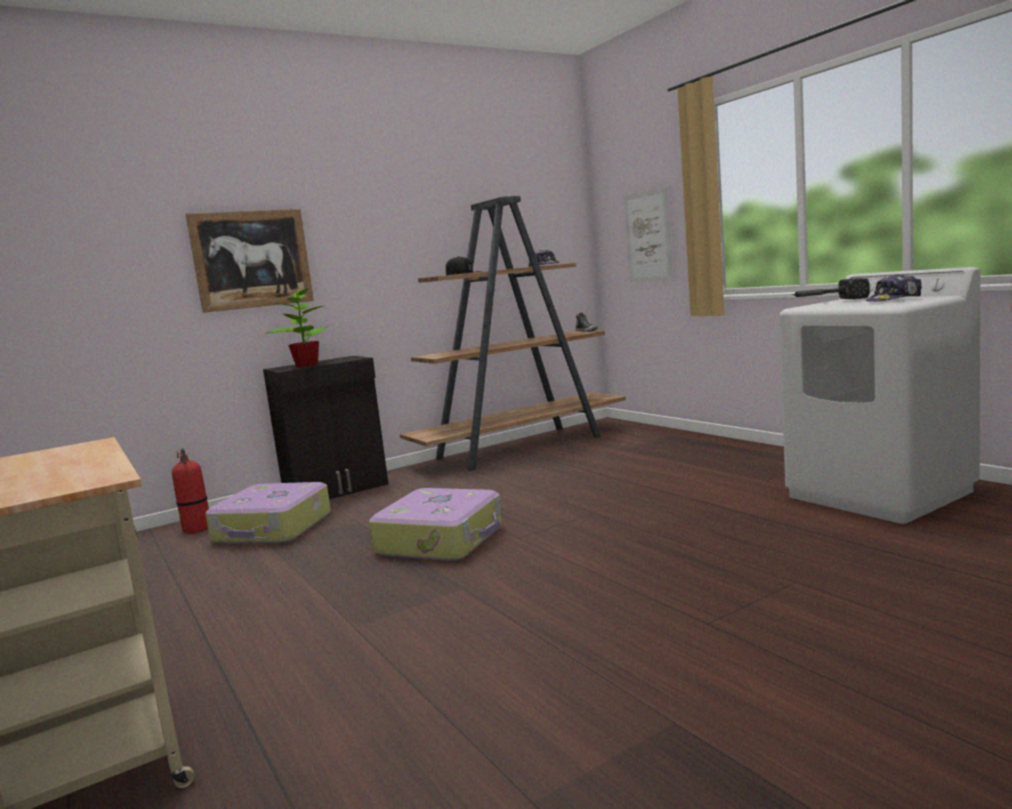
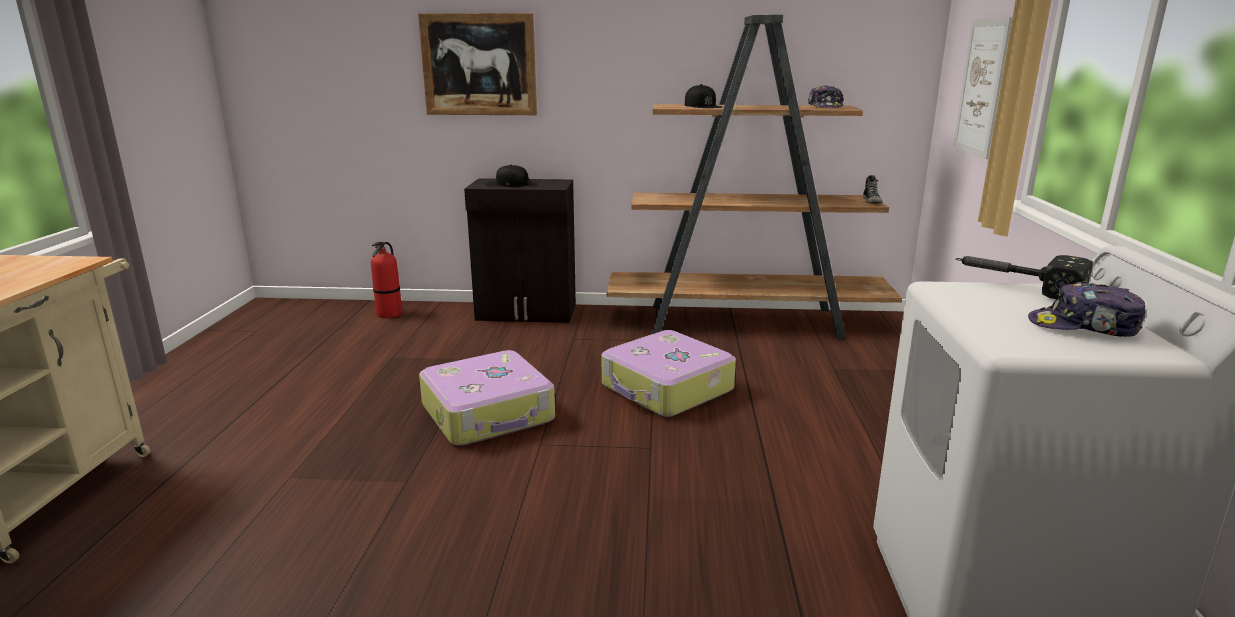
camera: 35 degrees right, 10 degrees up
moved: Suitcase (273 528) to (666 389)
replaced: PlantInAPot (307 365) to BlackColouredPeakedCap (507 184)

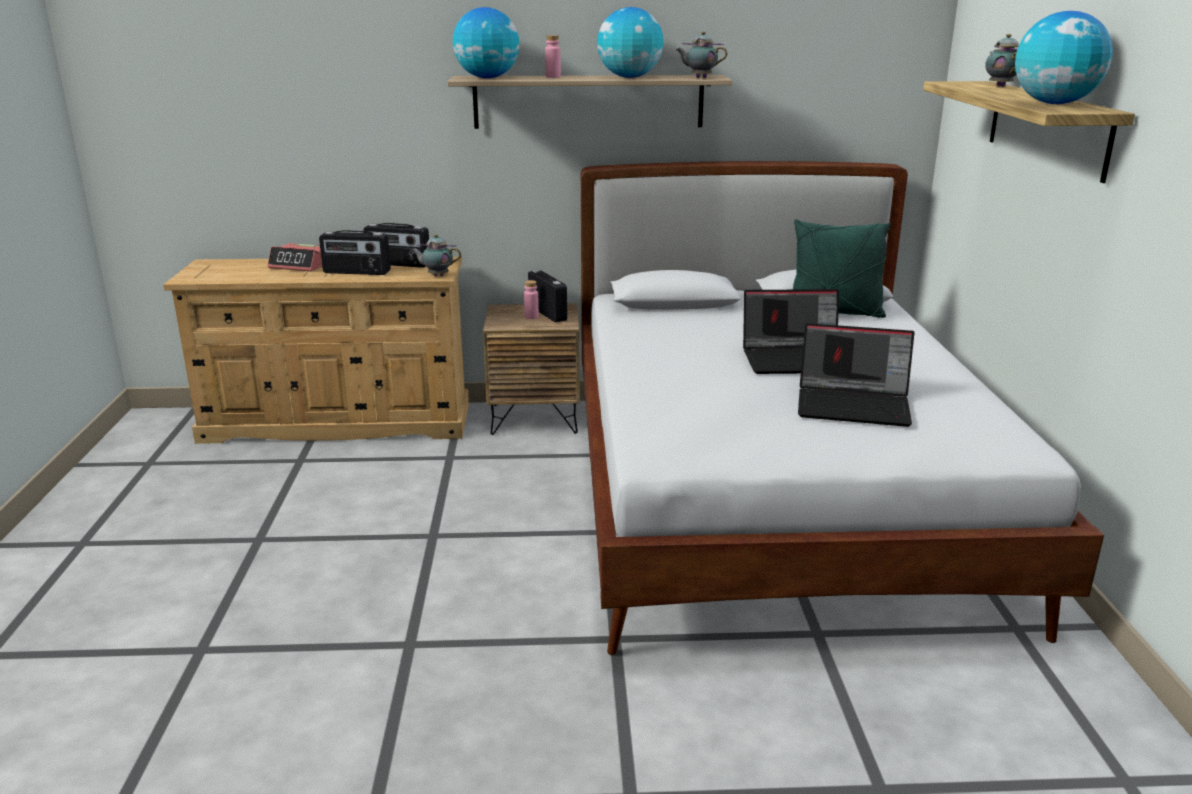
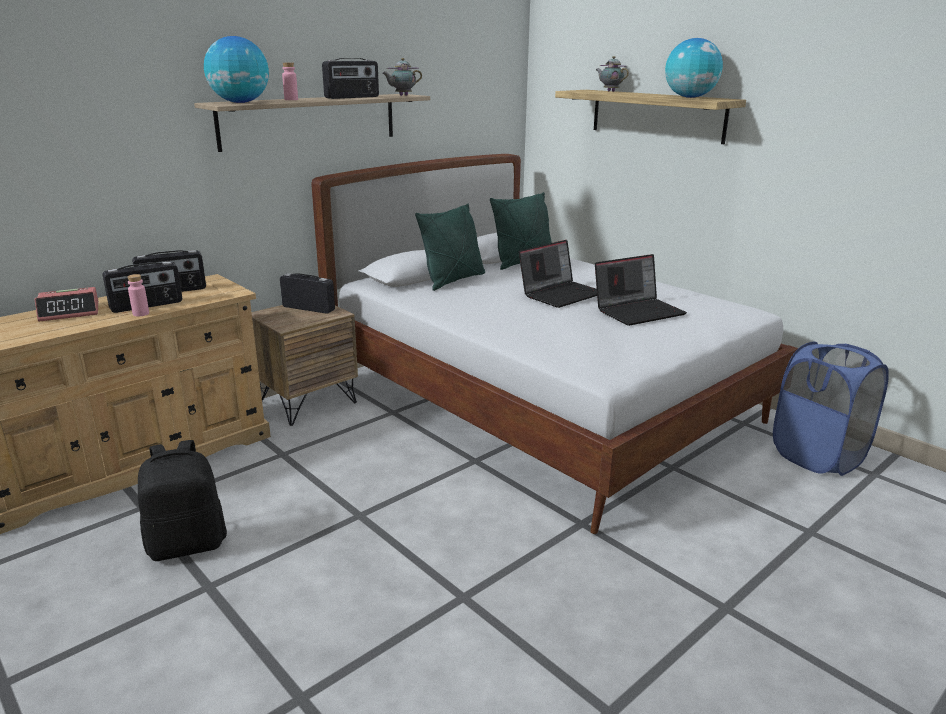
camera: 40 degrees left, 0 degrees up
removed: Teapot (437 275)
added: GreenishCushion (453 280); BluishHamper (817 456); BlackColouredBackpack (187 544)
moved: PinkColouredDrinkBottle (531 316) to (141 314)
replaced: DeskGlobe (630 77) to RadioSet (352 97)

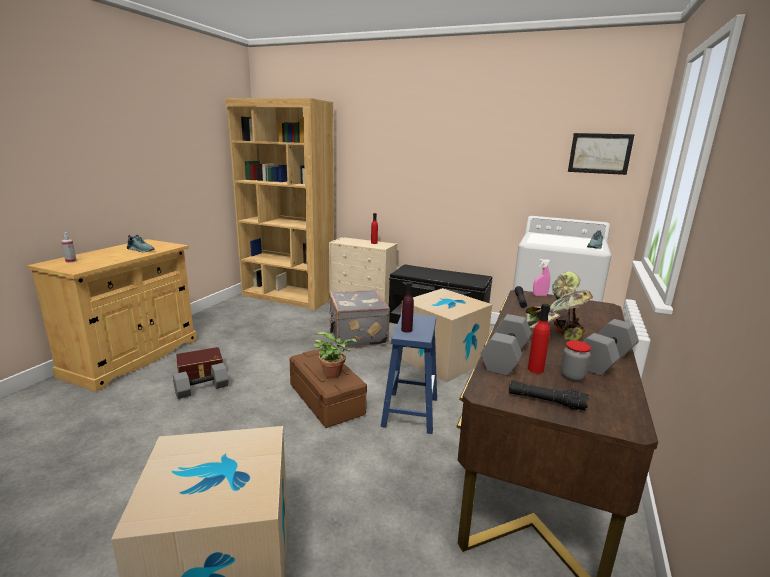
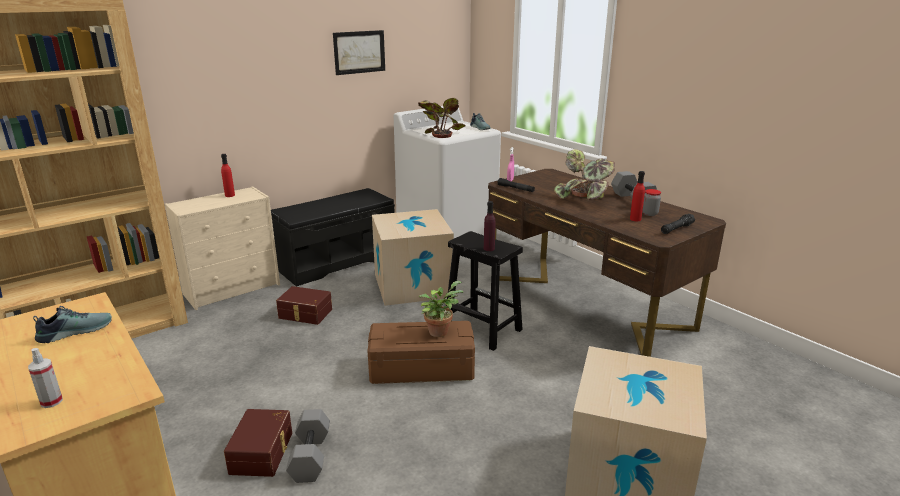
camera: 60 degrees left, 5 degrees up
removed: GrayDumbbell (504 357)
added: PlantInAPot (440 132)
moved: WallPicture (599 153) to (359 52)
replaced: GraySuitcase (356 336) to BrownishStorageContainer (305 314)
recoloured: BluishStoolSeat (410 411) to BlackColouredStoolSeat (481 329)

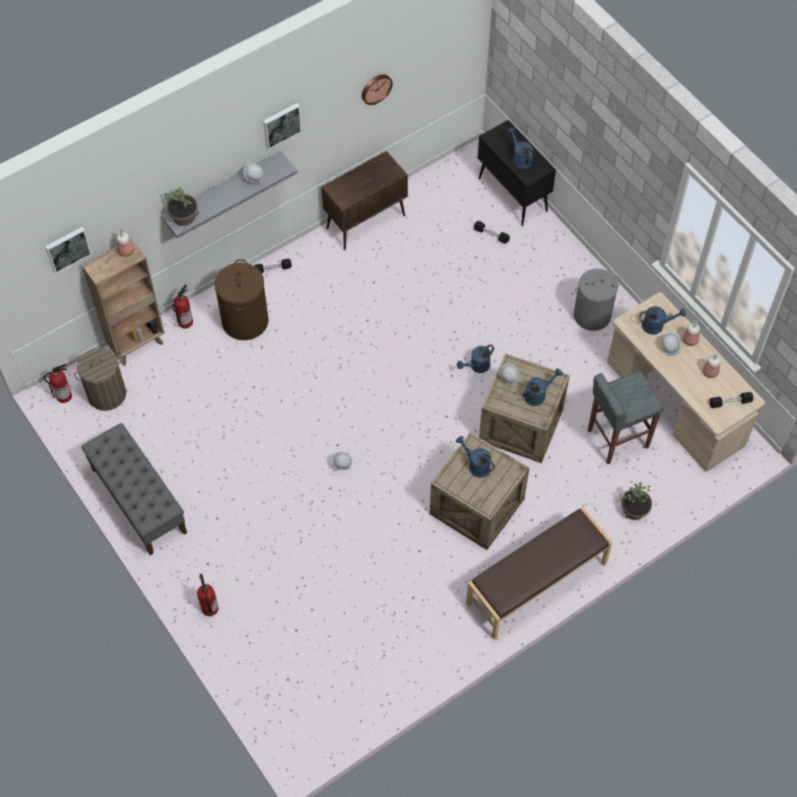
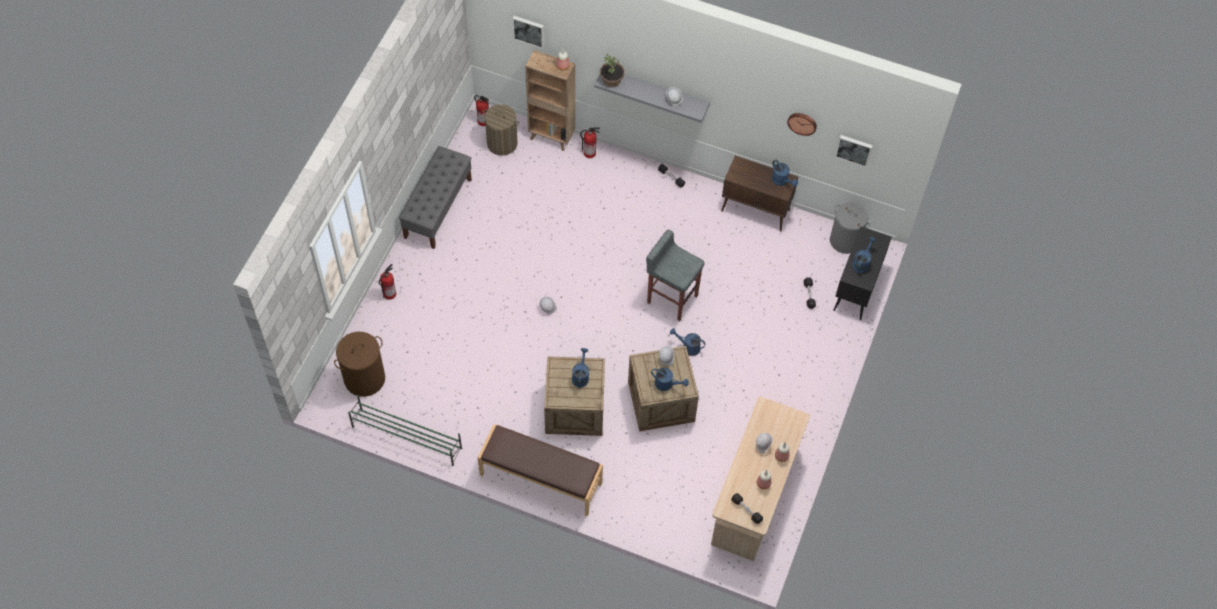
camera: 55 degrees right, 0 degrees up
removed: PlantInAPot (634 510)
added: GreenishShoeRack (406 437)
moved: WallPicture (281 124) to (854 149); BrownishHamper (245 321) to (364 379); GrayHamper (592 315) to (845 241); BluishWateringPot (657 326) to (782 181); GrayStoolSeat (616 438) to (672 298)

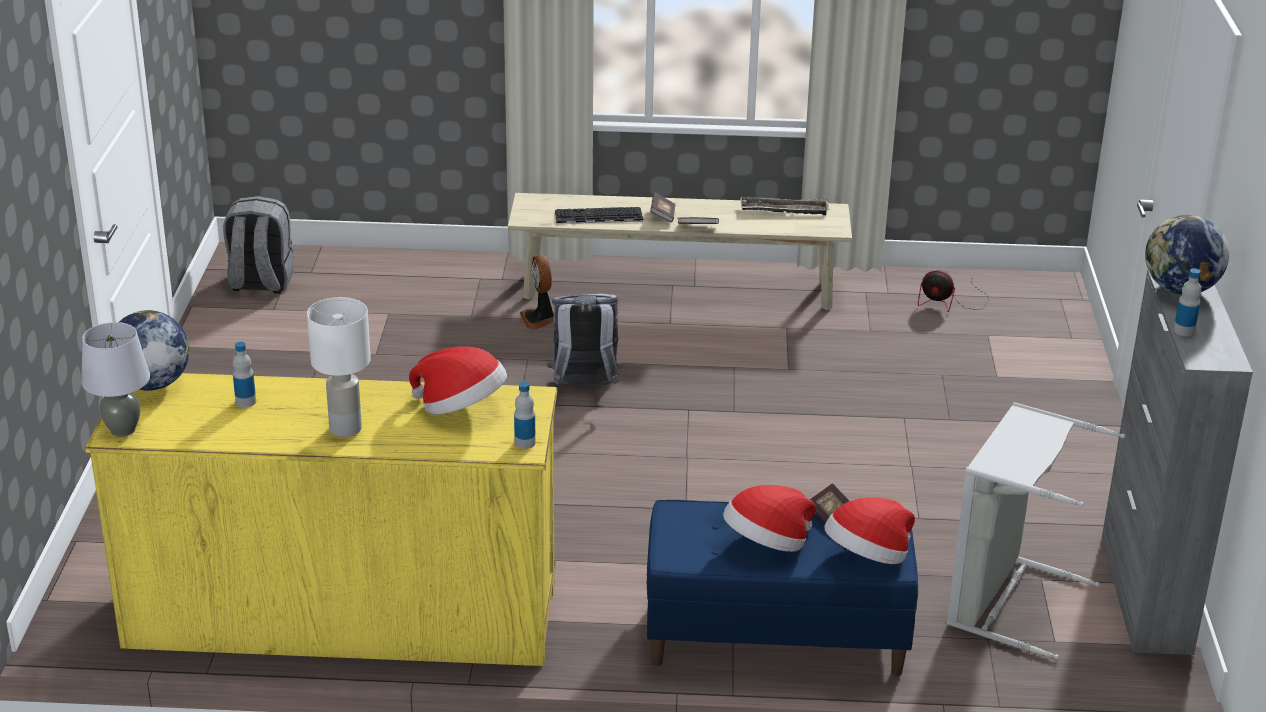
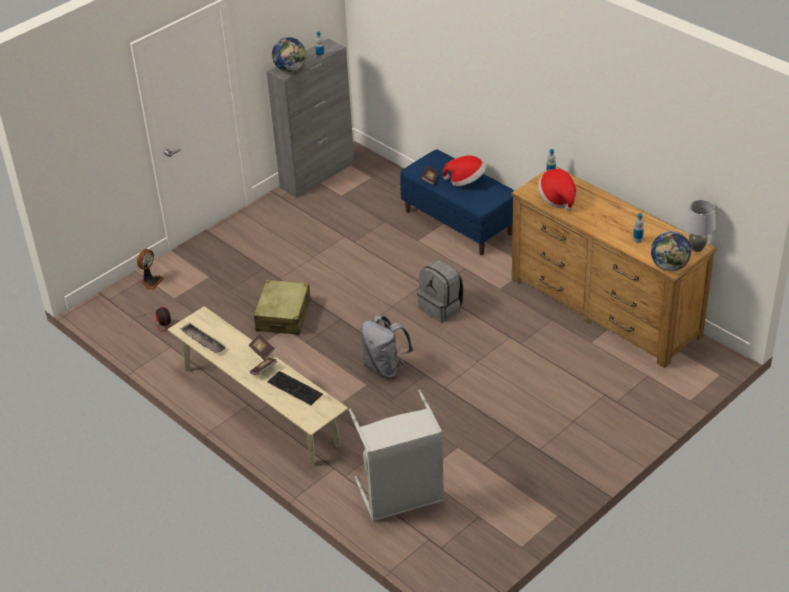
camera: 135 degrees left, 10 degrees up
removed: WhiteColouredTabletopLamp (345 428); ClothingHat (867 558)
added: BeigeColouredSuitcase (283 315)
moved: GrayBackpack (260 283) to (442 308); ElectricFan (539 319) to (151 282); GrayHamper (1006 600) to (401 497)
recoloured: YellowColouredDrawerChest (342 615) to BrownishDrawerChest (604 307)

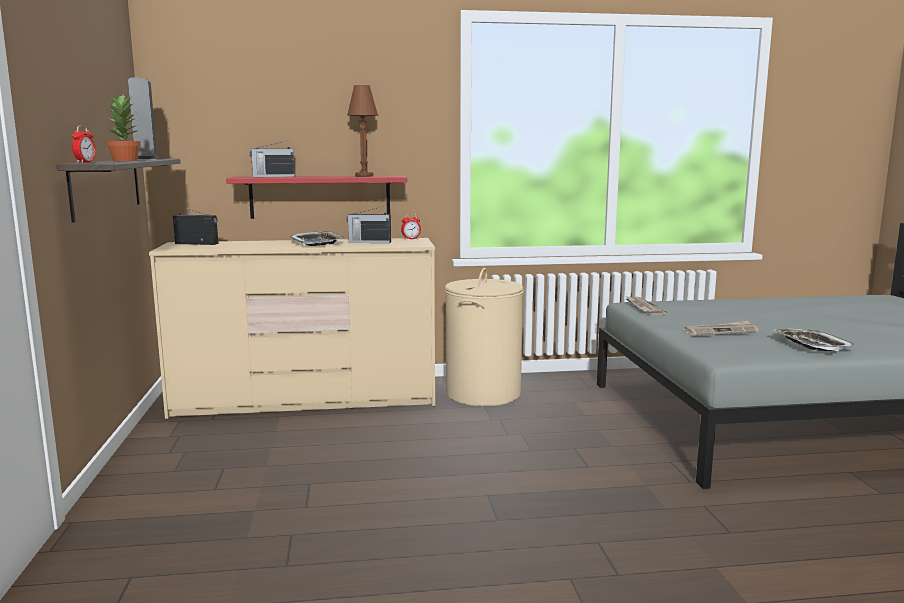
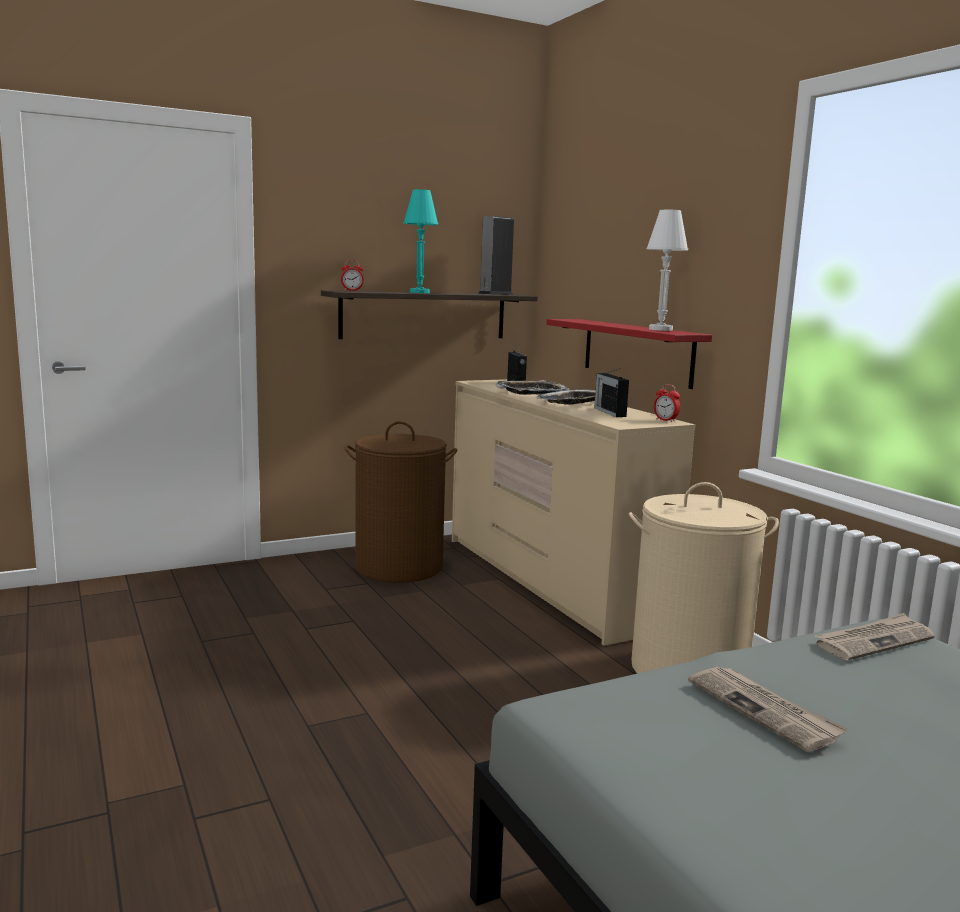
camera: 70 degrees right, 0 degrees up
removed: RadioSet (273 176)
added: BrownishHamper (399 567)
moved: ServingTray (811 345) to (532 392)
replaced: PlantInAPot (126 160) to BlueGreenTabletopLamp (419 292)
recoloured: BrownishTabletopLamp (364 176) to WhiteColouredTabletopLamp (660 329)

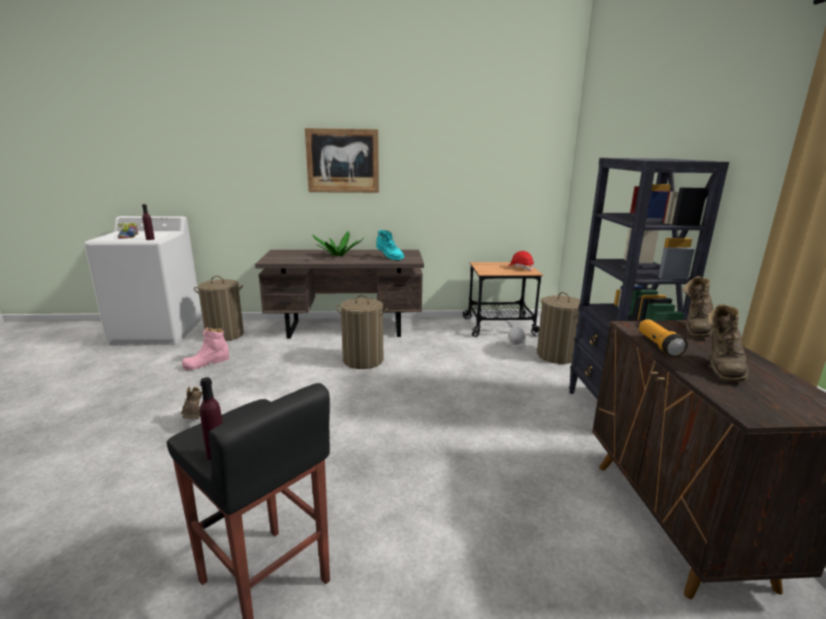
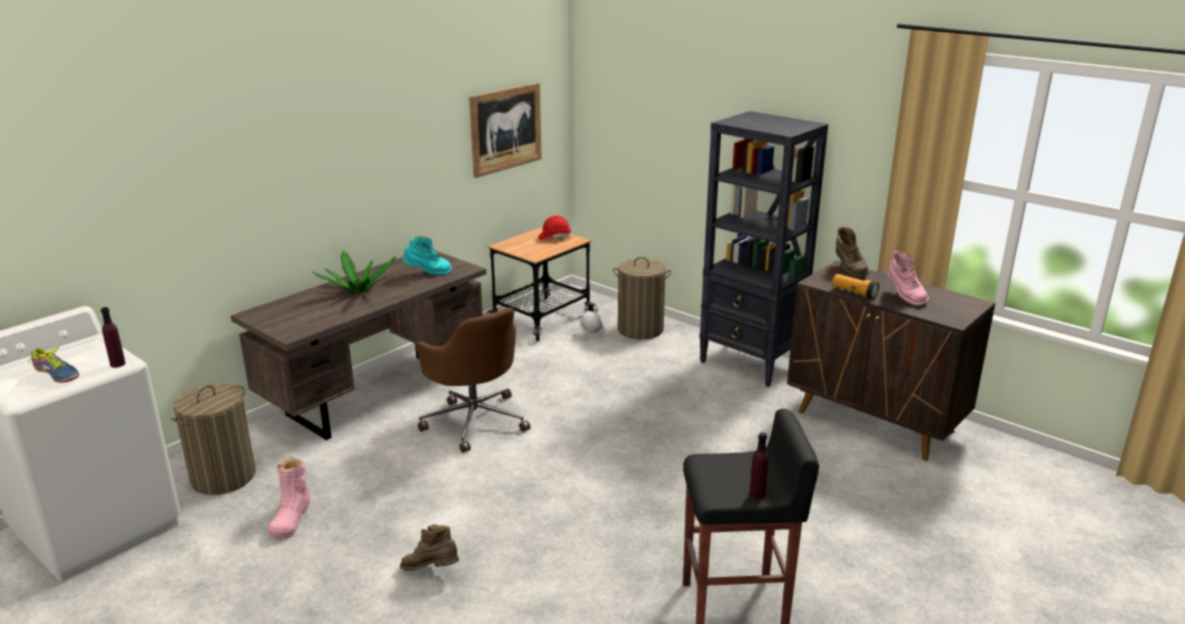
camera: 45 degrees left, 5 degrees up
moved: WallPicture (342 161) to (506 129)
replaced: Hamper (363 360) to BrownishComputerChair (474 420)
recoloured: BrownishBoot (722 368) to PinkColouredBoot (904 296)

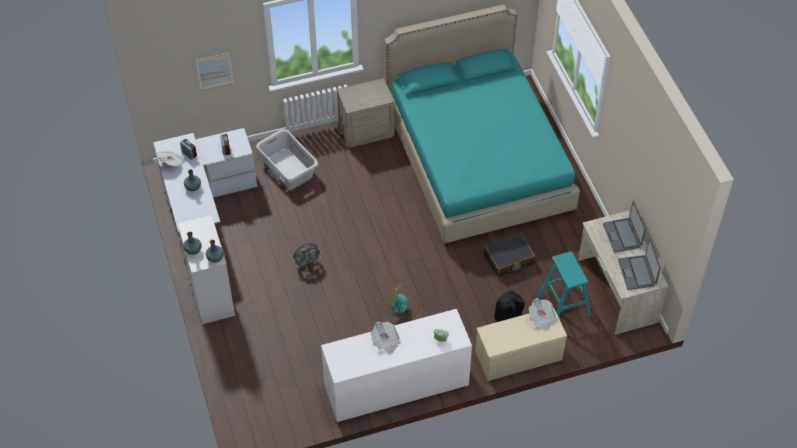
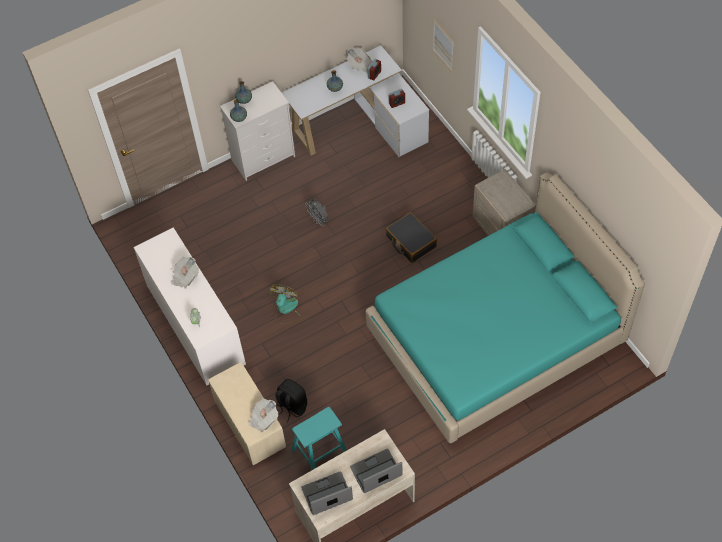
camera: 80 degrees right, 5 degrees up
removed: GrayHamper (288 168)
moved: BlackColouredSuitcase (509 260) to (410 242)

